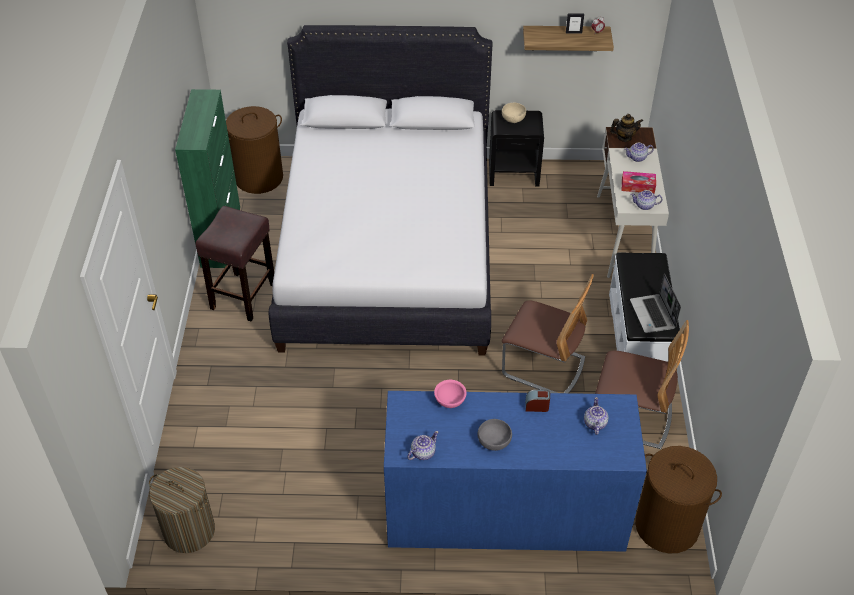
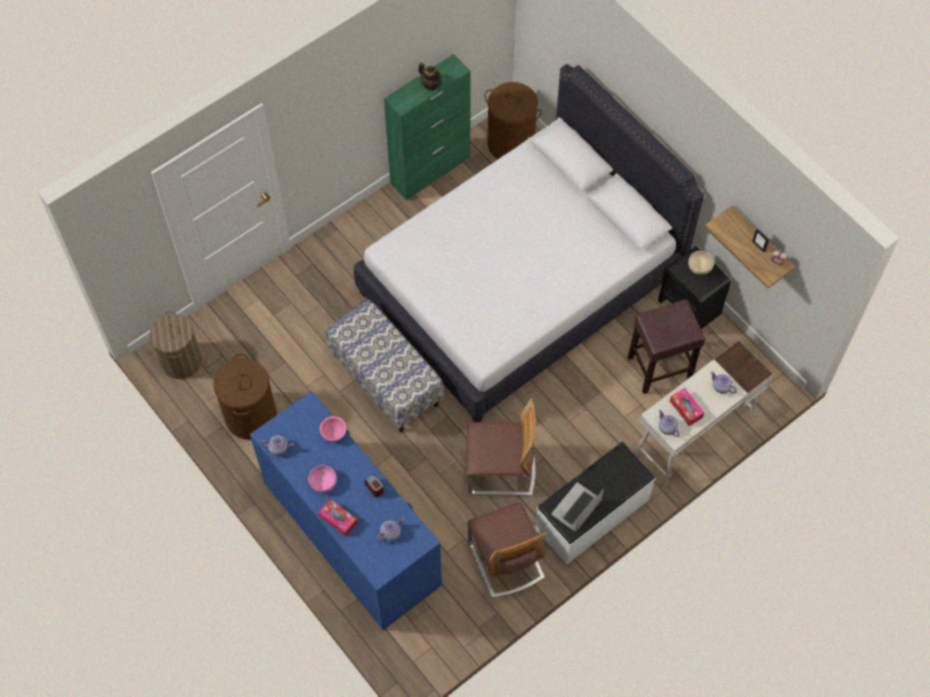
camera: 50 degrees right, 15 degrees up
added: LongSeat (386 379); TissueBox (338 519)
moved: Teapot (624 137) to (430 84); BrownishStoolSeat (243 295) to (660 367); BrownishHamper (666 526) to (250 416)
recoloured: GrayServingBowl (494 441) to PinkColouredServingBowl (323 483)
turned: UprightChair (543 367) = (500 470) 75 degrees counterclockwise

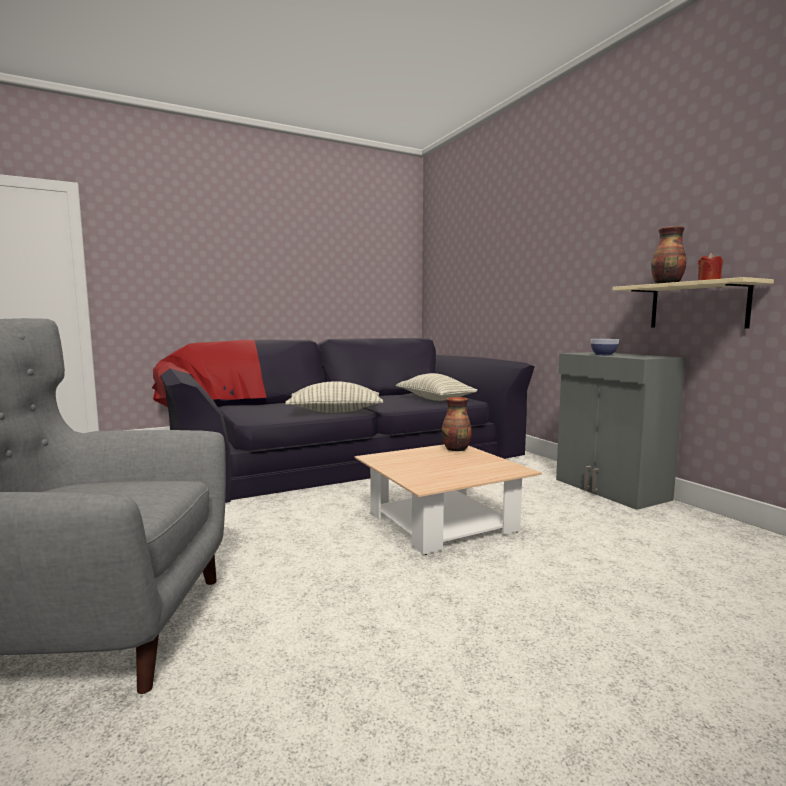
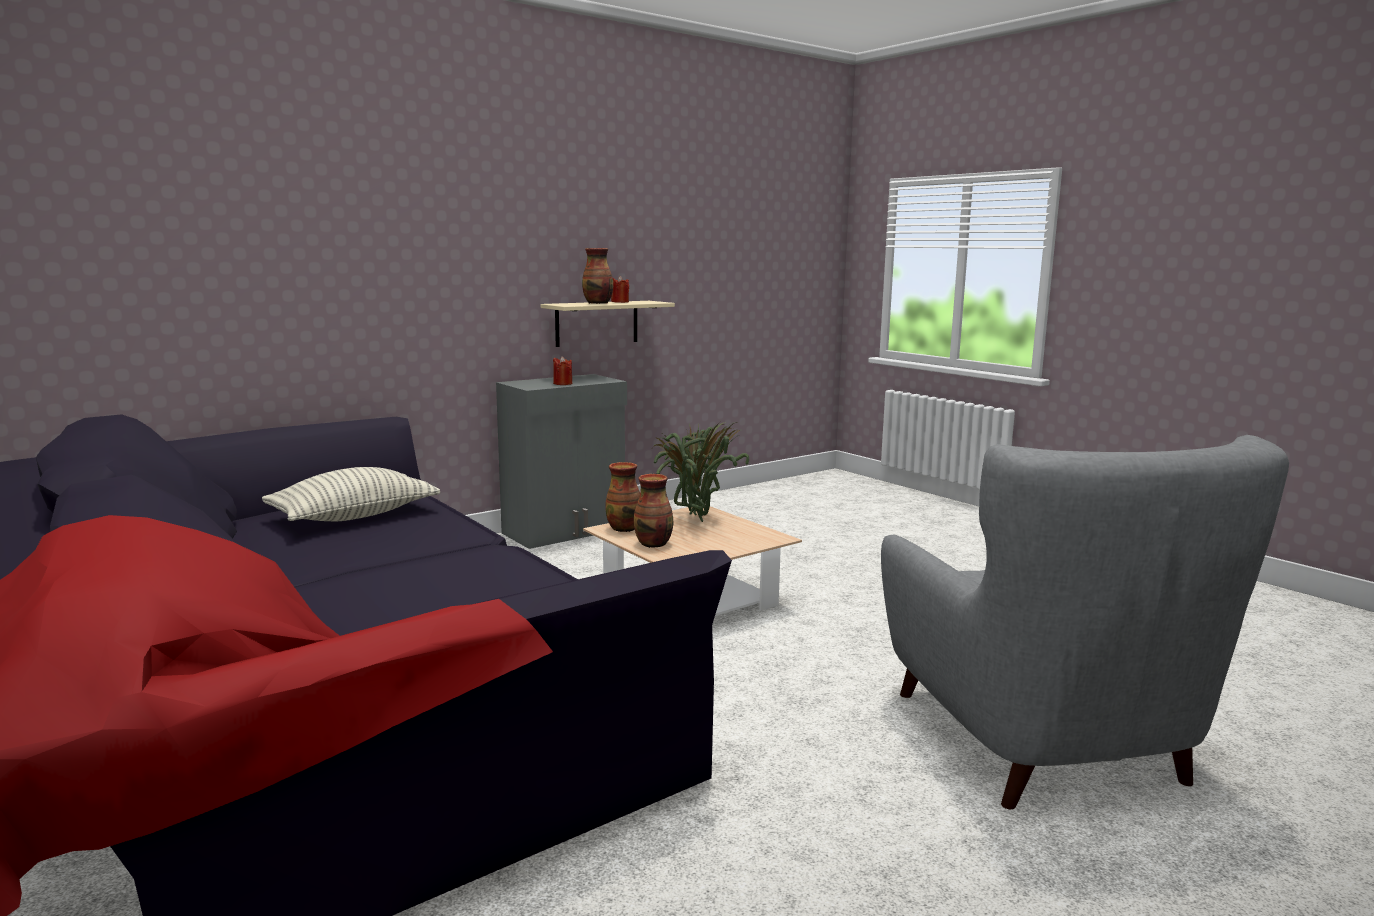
camera: 100 degrees left, 5 degrees up
removed: Cushion (335 411)
added: PlantInAPot (694 522); FlowerVase (654 544)
replaced: ServingBowl (603 354) to RedWaxCandle (562 383)

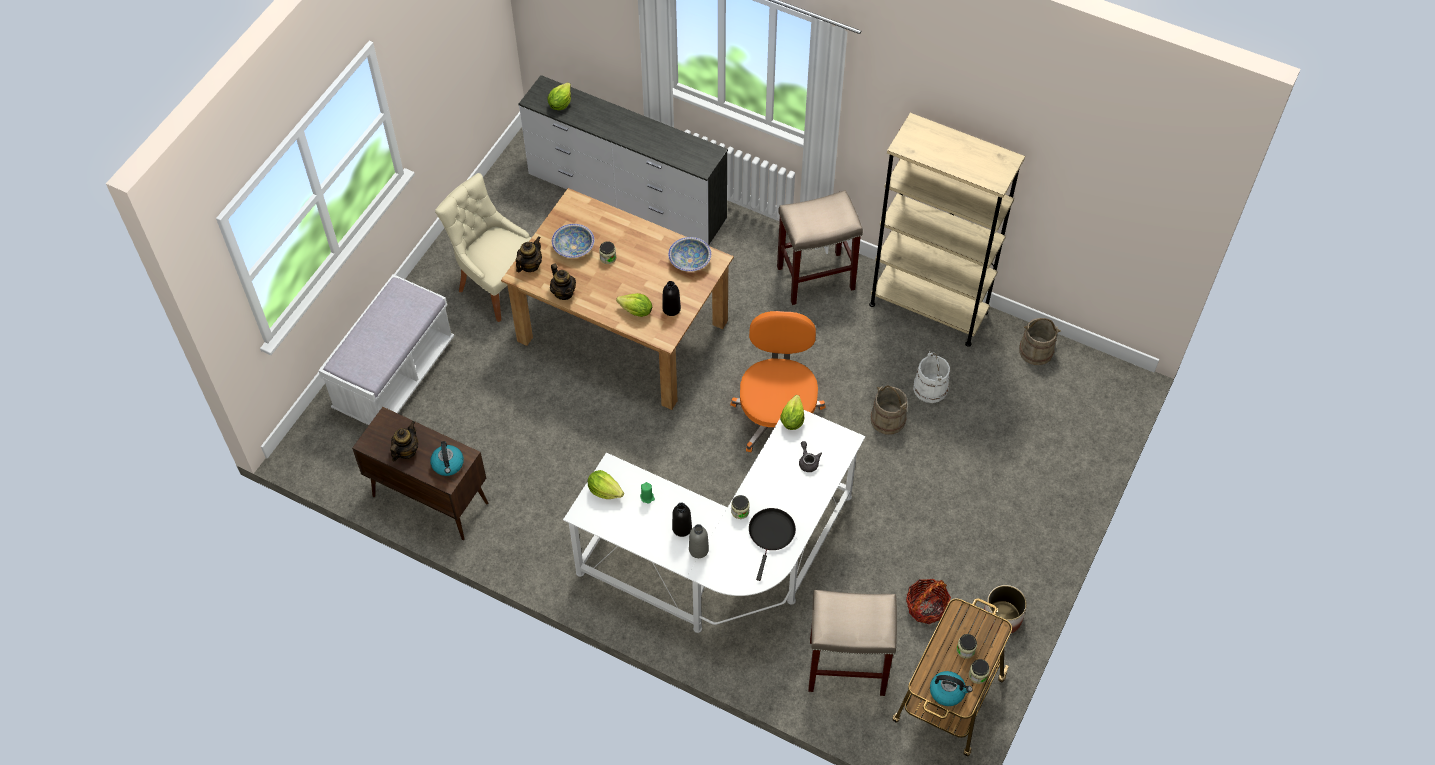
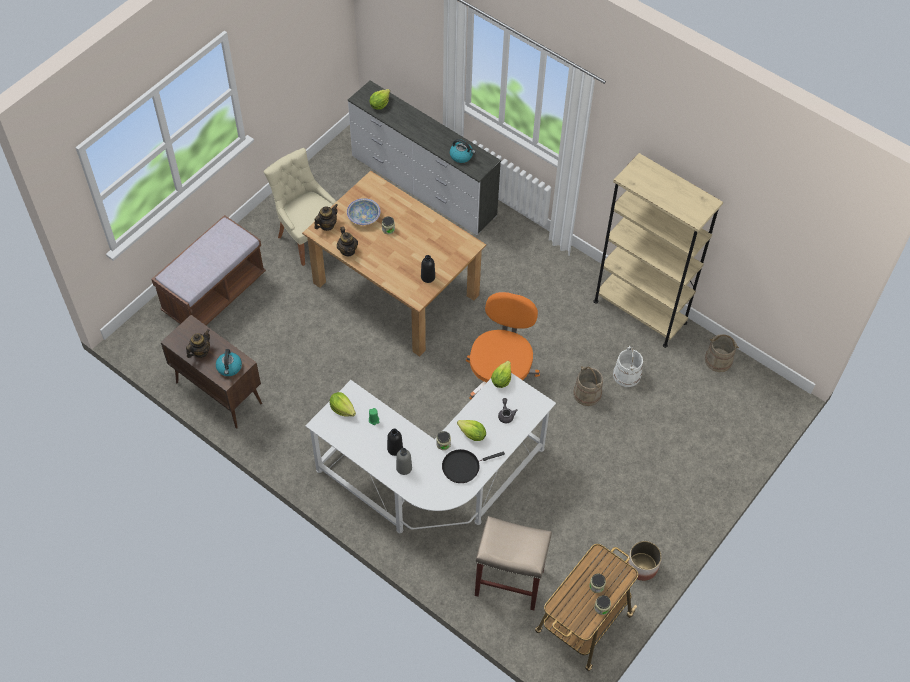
camera: 10 degrees right, 0 degrees up
removed: BeigeColouredStoolSeat (816 277); ServingBowl (690 260); HouseholdBasket (926 607)
moved: LettuceHead (636 311) to (472 435); WaterKettle (947 692) to (461 156)
recoloured: WhiteColouredLongSeat (395 376) to BrownishLongSeat (214 294)
turned: BlackColouredPan (771 534) = (463 466) 135 degrees counterclockwise

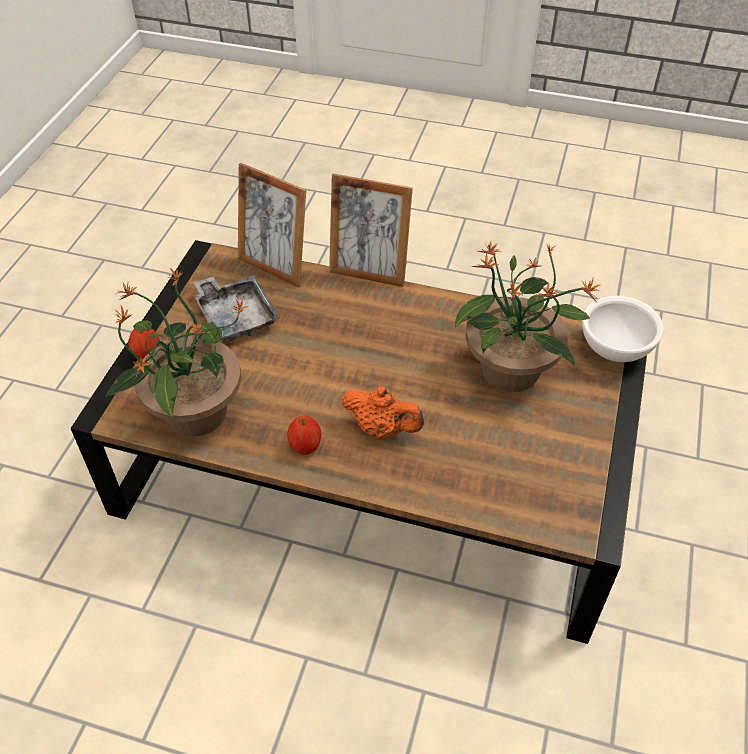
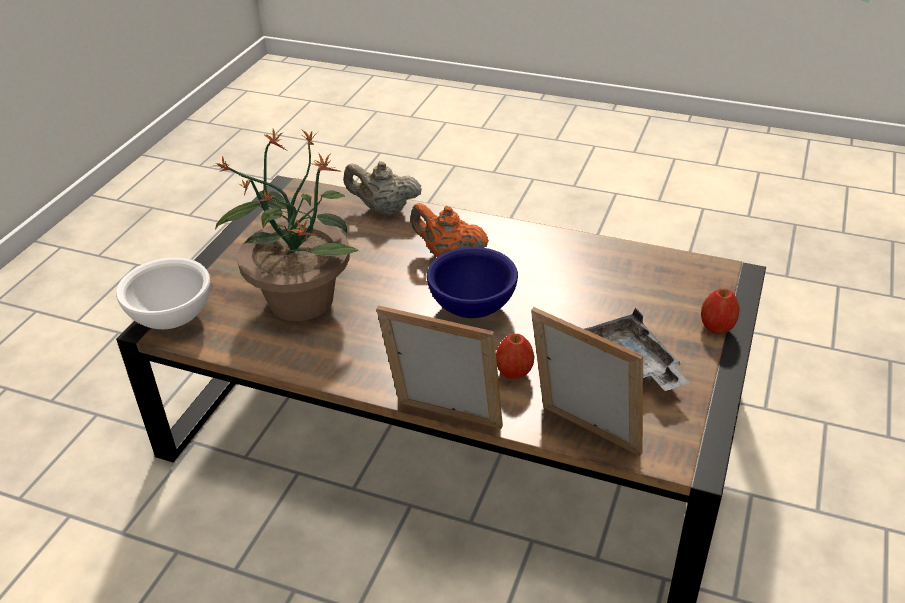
camera: 175 degrees left, 10 degrees down
removed: PlantInAPot (194 413)
added: BeigeColouredTeapot (384 209); BluishServingBowl (471 307)
moved: AppleFruit (305 446) to (514 373)

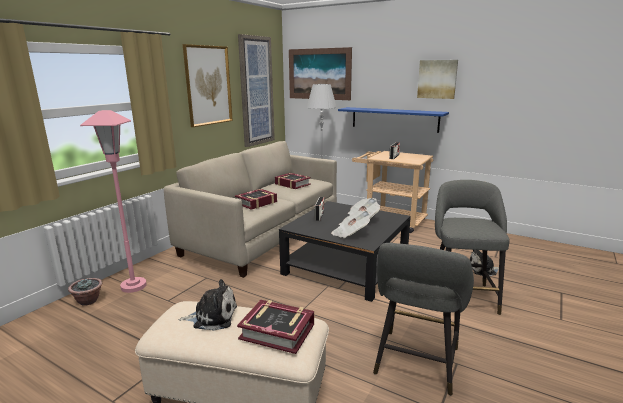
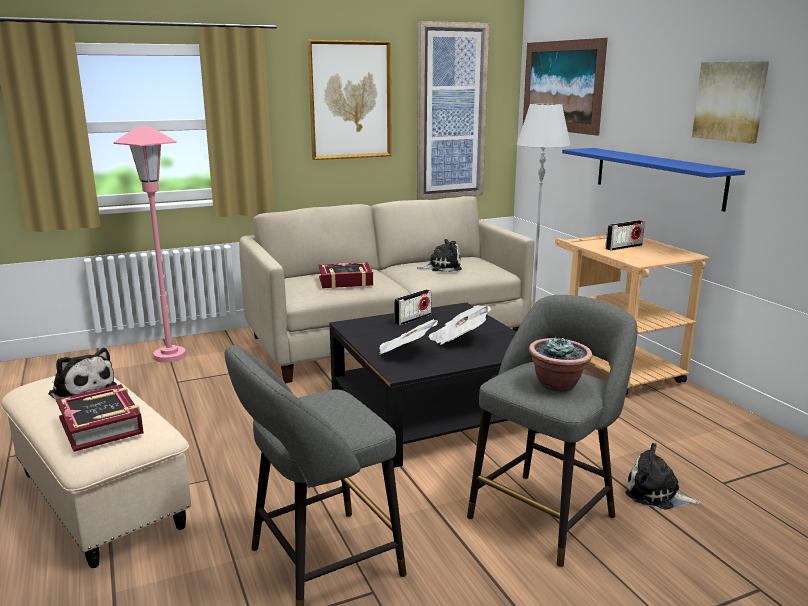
camera: 35 degrees right, 0 degrees up
moved: PlantInAPot (88 301) to (557 385)
replaced: BoundBook (292 184) to CuddlyToy (442 267)

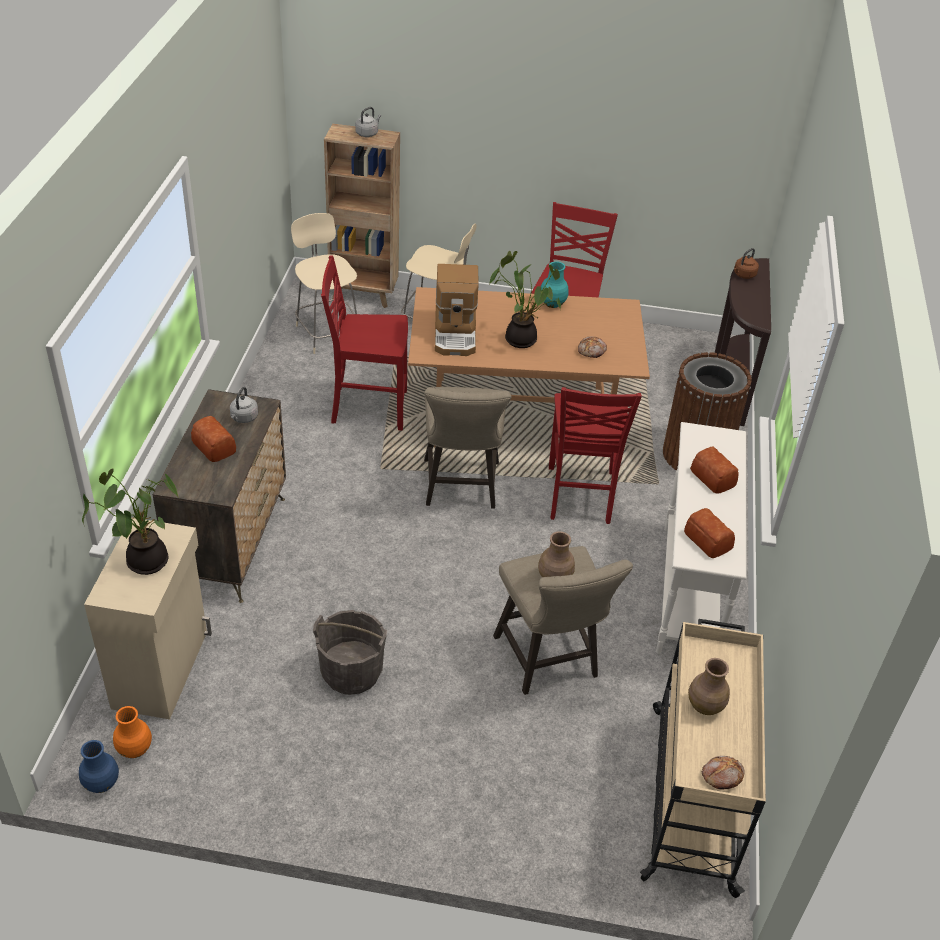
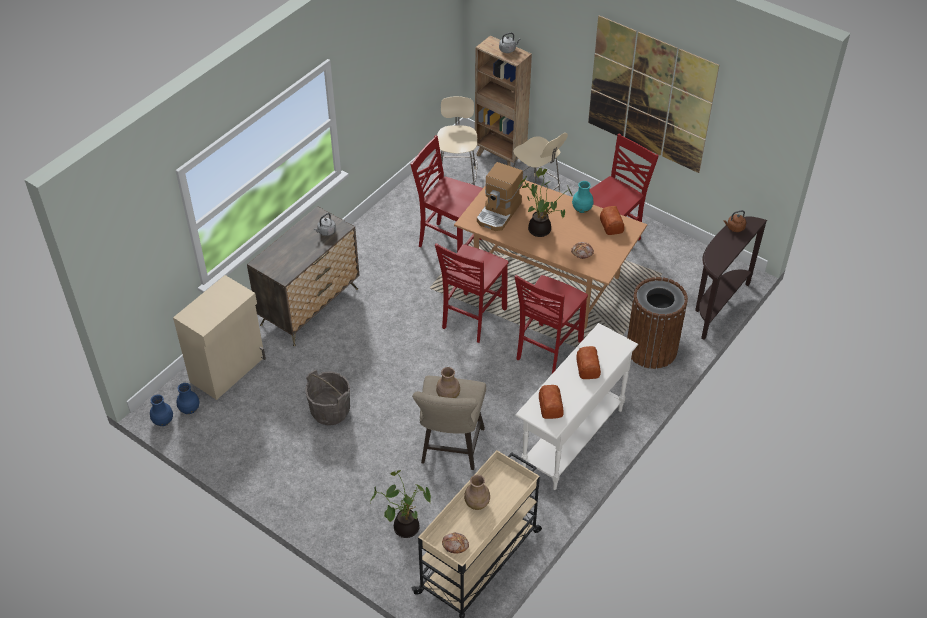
camera: 30 degrees right, 5 degrees up
added: WallPicture (650 95)
moved: Bread (214 445) to (612 224); PlantInAPot (144 560) to (405 526)
replaced: BeigeColouredStoolSeat (460 488) to RedUprightChair (472 318)
recoloured: OrangeyFlowerVase (134 749) to BluishFlowerVase (189 409)

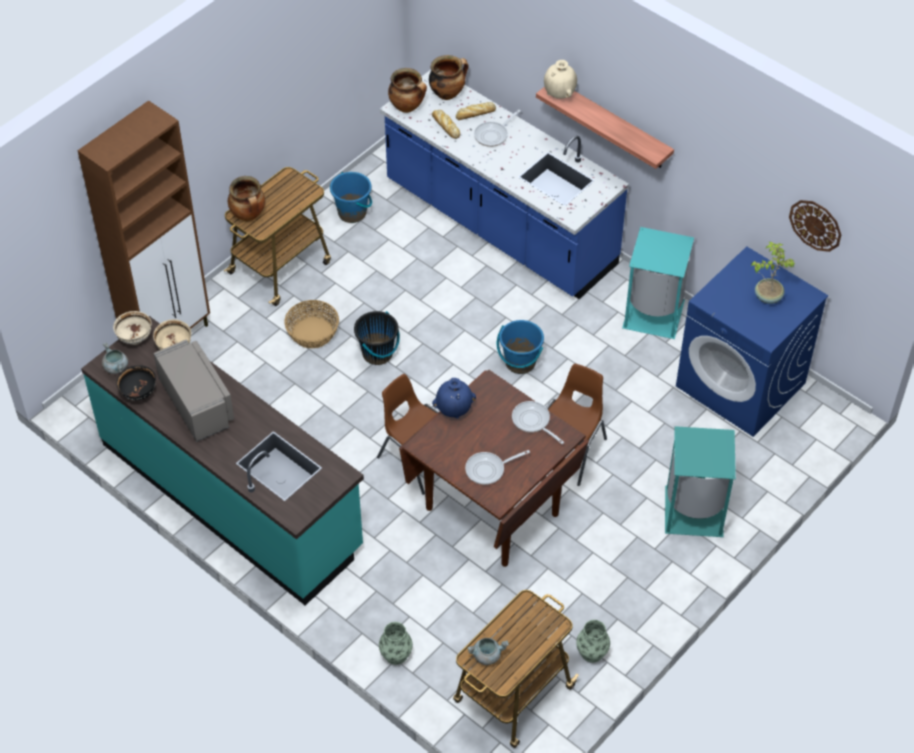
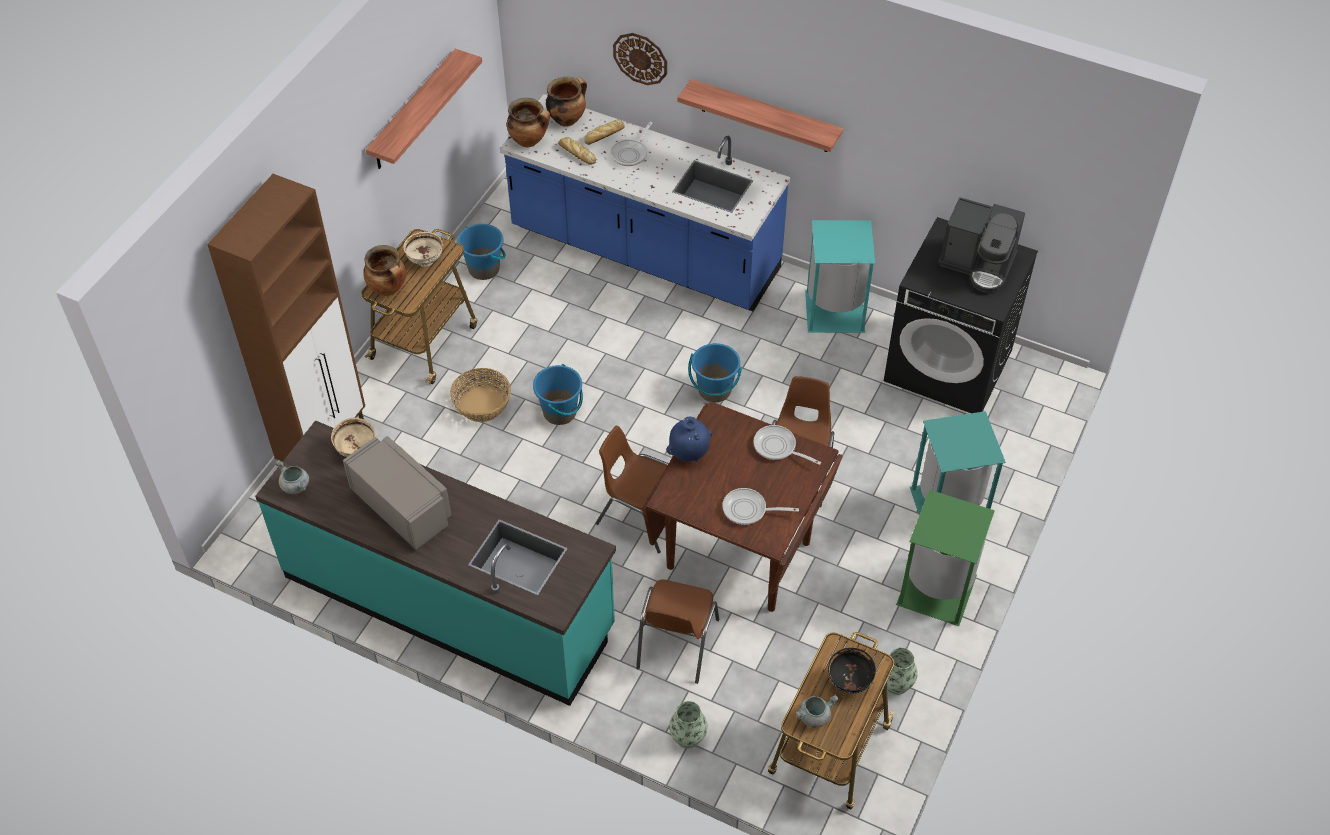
camera: 15 degrees left, 0 degrees up
removed: BeigeColouredFlowerVase (559 95)
added: BracketShelf (413 111); GreenishWasteBin (935 588); BrownishUprightChair (676 645)
moved: ClockOnTheWall (815 225) to (640 58); BeigeColouredServingBowl (134 338) to (425 260); BlackColouredServingBowl (139 394) to (849 682)
replaced: PlantInAPot (767 296) to CoffeeBrewer (978 264)
recoloured: BluishLaundryMachine (741 385) to BlackColouredLaundryMachine (949 365); BlackColouredWaterBucket (377 353) to BluishWaterBucket (560 412)
turned: Pan (488 470) = (748 510) 45 degrees clockwise

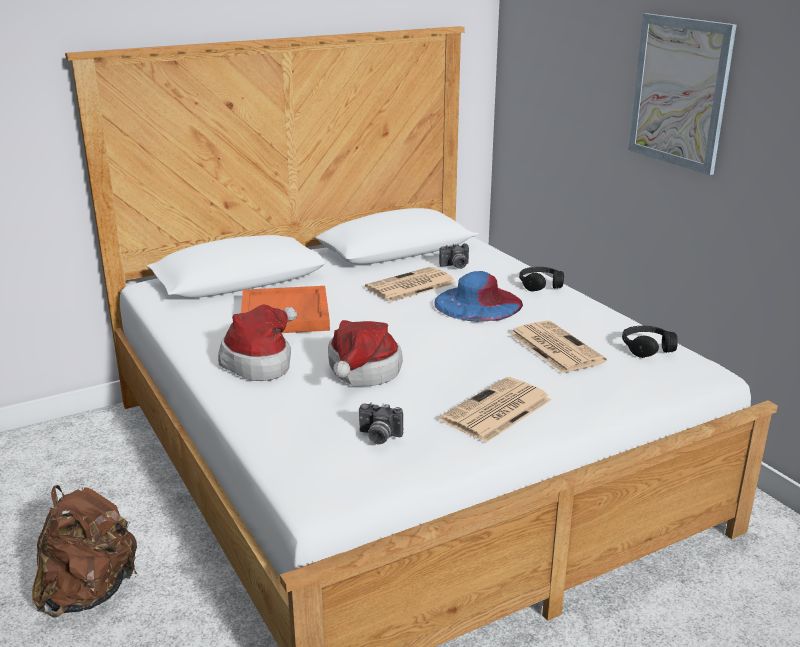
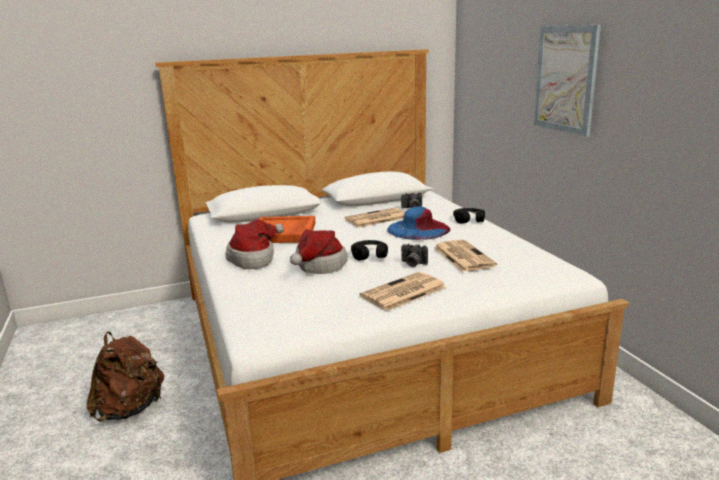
camera: 10 degrees right, 5 degrees down
moved: BlackColouredHeadset (647 348) to (369 255); StillCamera (378 437) to (412 264)

